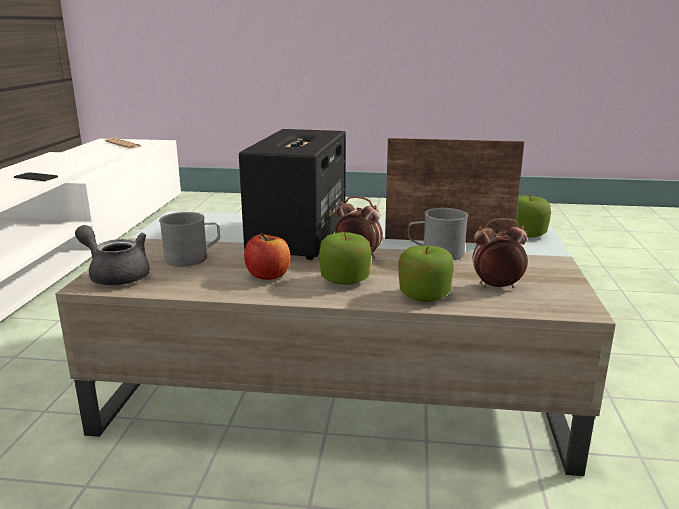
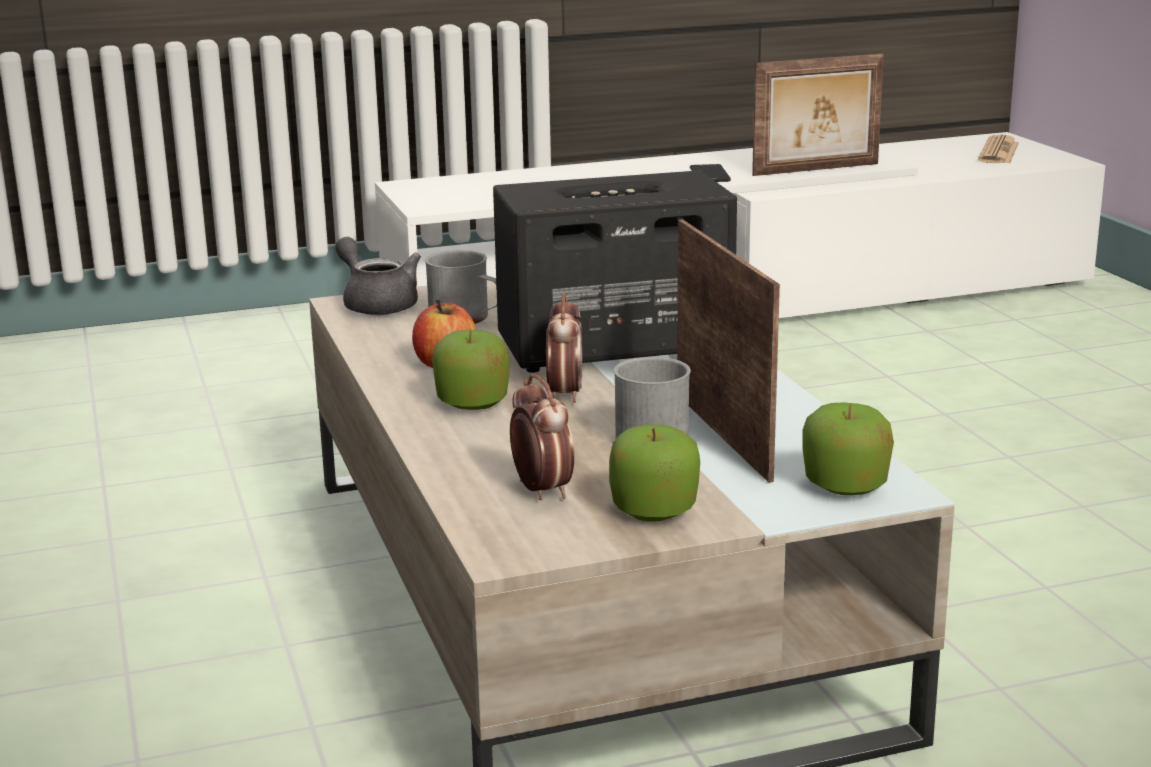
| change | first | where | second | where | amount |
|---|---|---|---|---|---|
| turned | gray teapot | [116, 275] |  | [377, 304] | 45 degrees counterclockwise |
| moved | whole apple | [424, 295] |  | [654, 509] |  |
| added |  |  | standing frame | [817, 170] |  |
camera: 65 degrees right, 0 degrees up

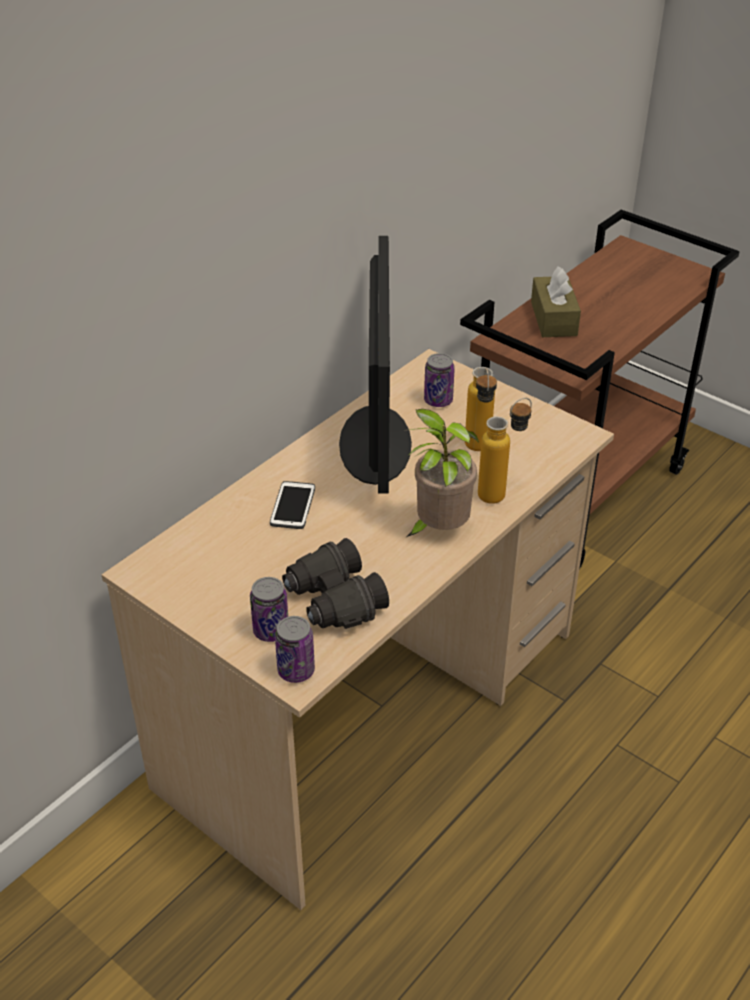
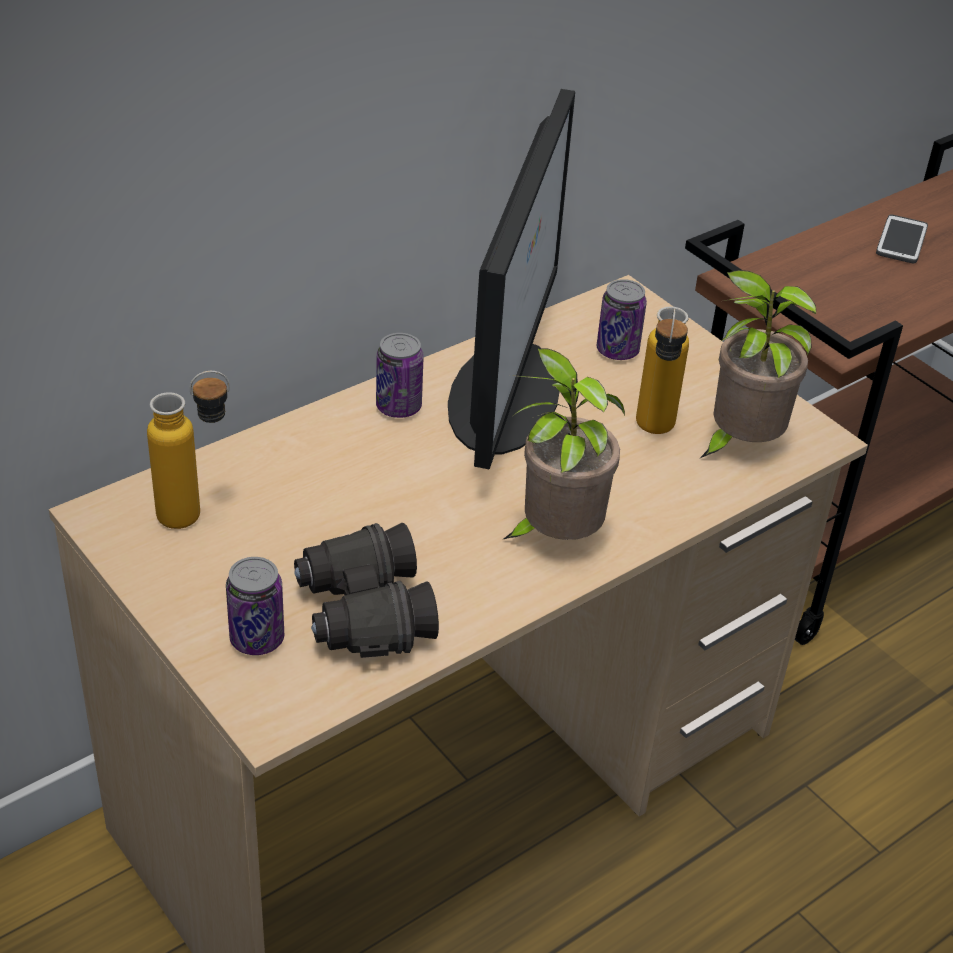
| change | first | where | second | where | amount |
|---|---|---|---|---|---|
| removed | brown tissue box | [553, 318] |  |  |  |
| moved | bottle | [501, 492] |  | [197, 514] |  |
| moved | handset | [293, 506] |  | [901, 241] |  |
| moved | sealed can | [296, 671] |  | [398, 407] |  |
| added |  |  | plant in a pot | [739, 445] |  |
camera: 10 degrees right, 0 degrees up

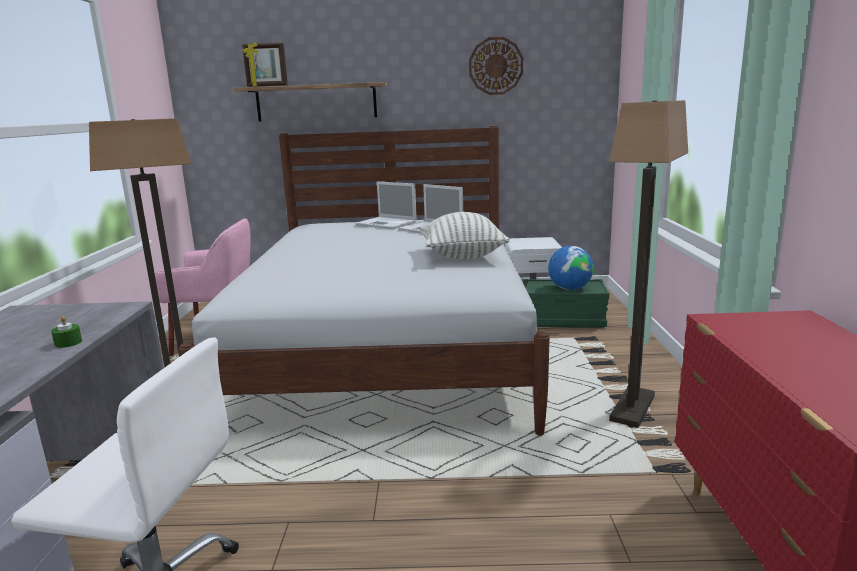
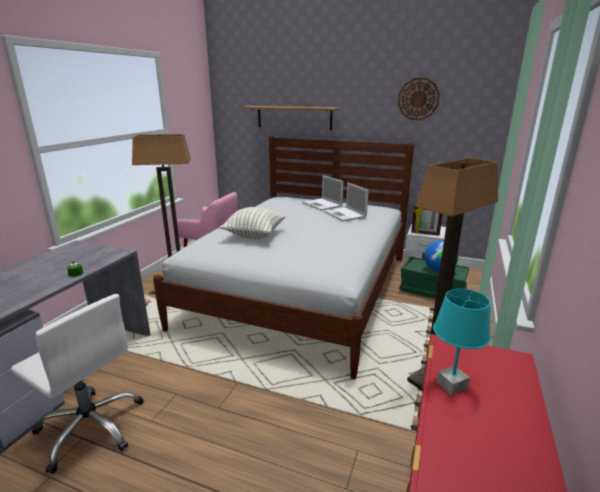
| change | first | where | second | where | amount |
|---|---|---|---|---|---|
| moved | standing frame | [267, 86] |  | [425, 233] |  |
| moved | throw pillow | [462, 256] |  | [254, 235] |  |
| added |  |  | turquoise-coloured lamp for a table | [452, 385] |  |
camera: 20 degrees right, 5 degrees up

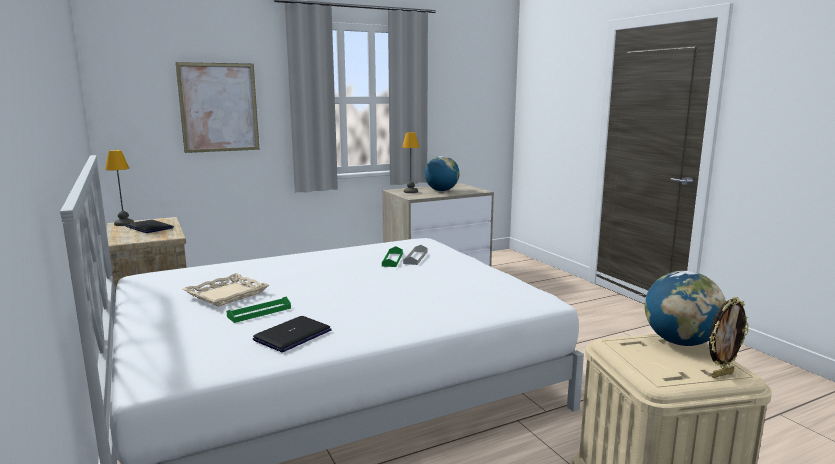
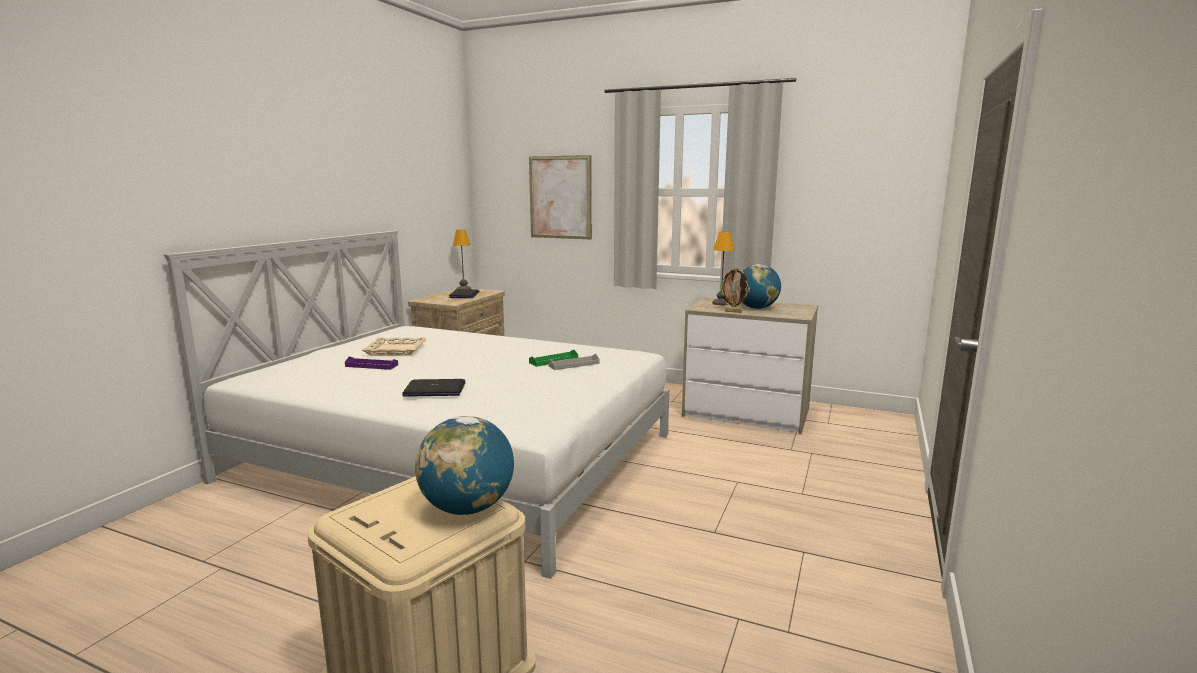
| change | first | where | second | where | amount |
|---|---|---|---|---|---|
| recoloured | greenish serving tray | [259, 312] | purple serving tray | [371, 366] |  |
| moved | standing frame | [721, 374] |  | [733, 312] |  |
| moved | laptop | [292, 335] |  | [434, 390] |  |
camera: 50 degrees right, 0 degrees up

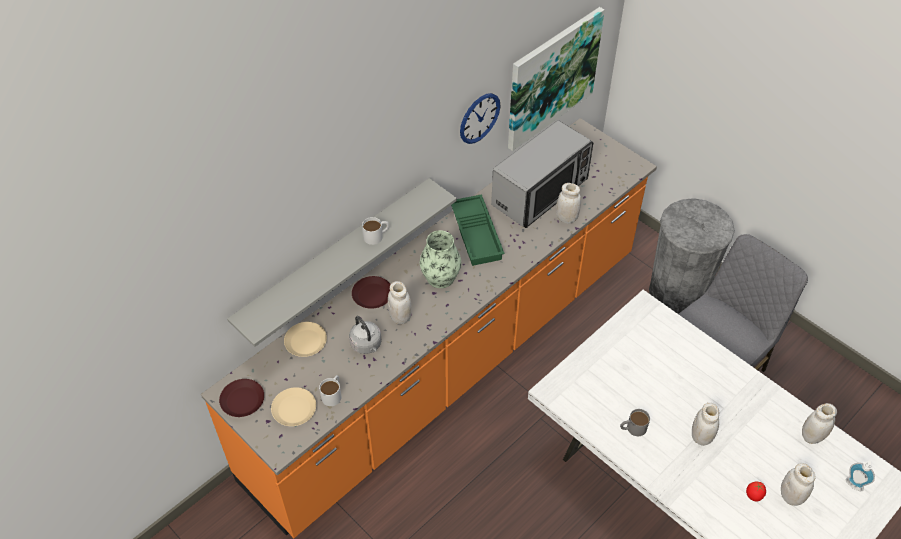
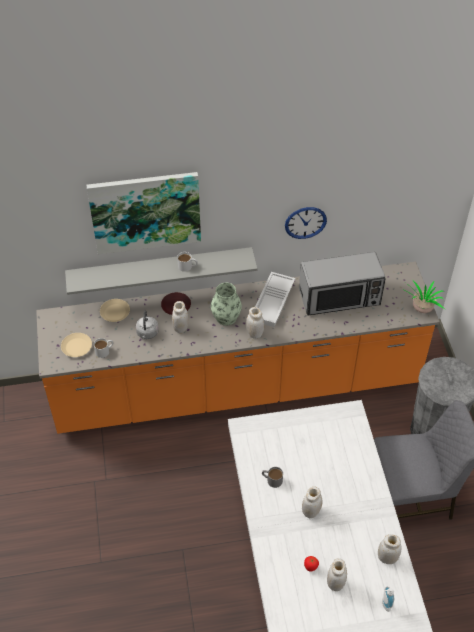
| change | first | where | second | where | amount |
|---|---|---|---|---|---|
| moved | wall art | [552, 77] |  | [145, 211] |  |
| moved | whitish jar | [566, 218] |  | [254, 333] |  |
| recoloured | greenish serving tray | [477, 234] | whitish serving tray | [273, 303] |  |
| removed | brown plate | [242, 401] |  |  |  |
| added |  |  | plant in a pot | [421, 310] |  |
camera: 35 degrees right, 0 degrees up

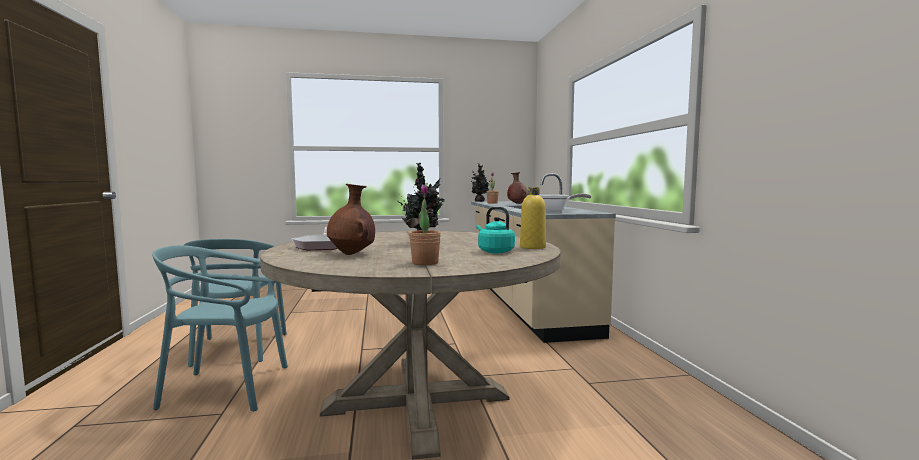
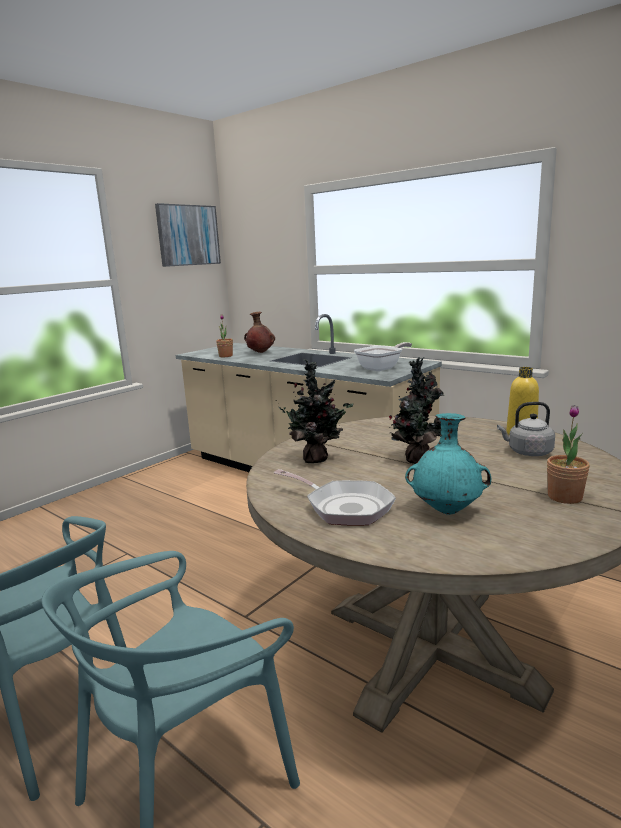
| change | first | where | second | where | amount |
|---|---|---|---|---|---|
| moved | plant in a pot | [480, 201] |  | [317, 459] |  |
| recoloured | brown vase | [352, 254] | turquoise-coloured vase | [447, 510] |  |
| recoloured | turquoise-coloured tea kettle | [494, 251] | gray tea kettle | [527, 452] |  |
| added |  |  | wall art | [188, 235] |  |
camera: 40 degrees left, 10 degrees up

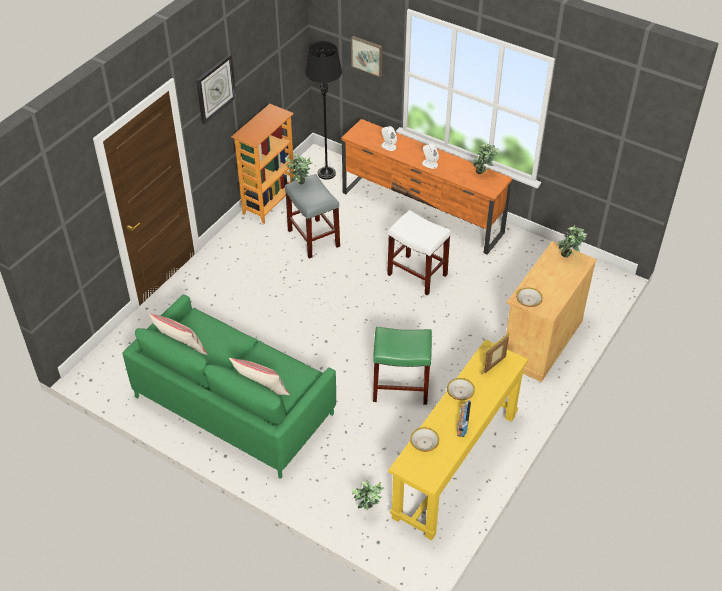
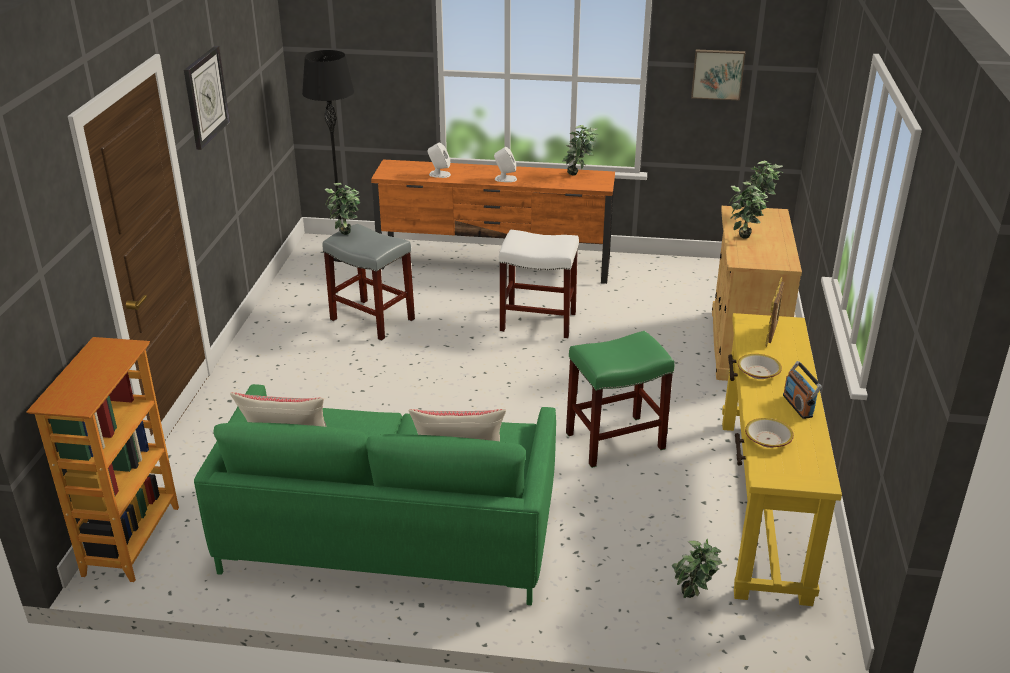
| change | first | where | second | where | amount |
|---|---|---|---|---|---|
| moved | wall art | [367, 55] |  | [717, 74] |  |
| moved | bookcase | [268, 203] |  | [130, 540] |  |
| removed | bowl | [528, 300] |  |  |  |
| added |  |  | plant in a pot | [744, 240] |  |
camera: 25 degrees left, 15 degrees down

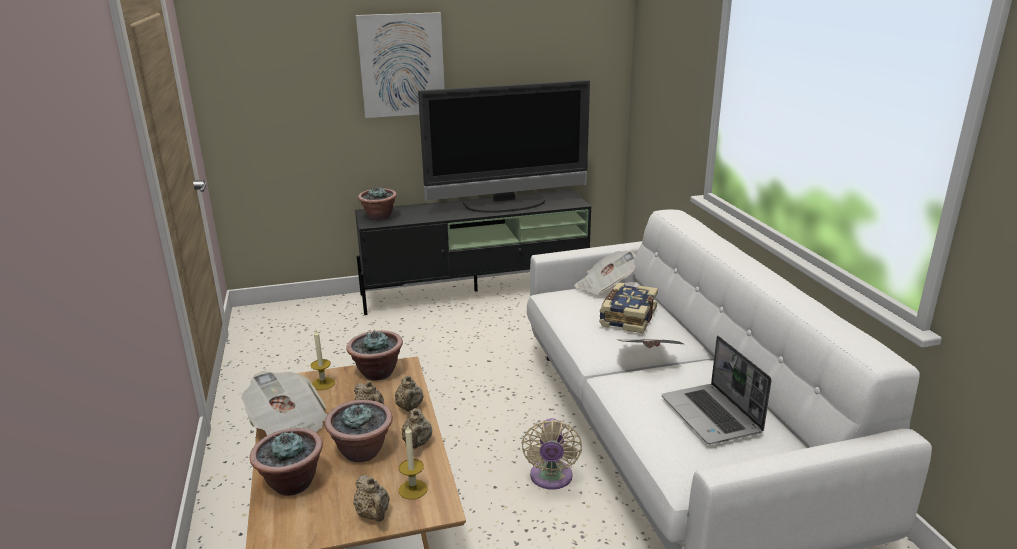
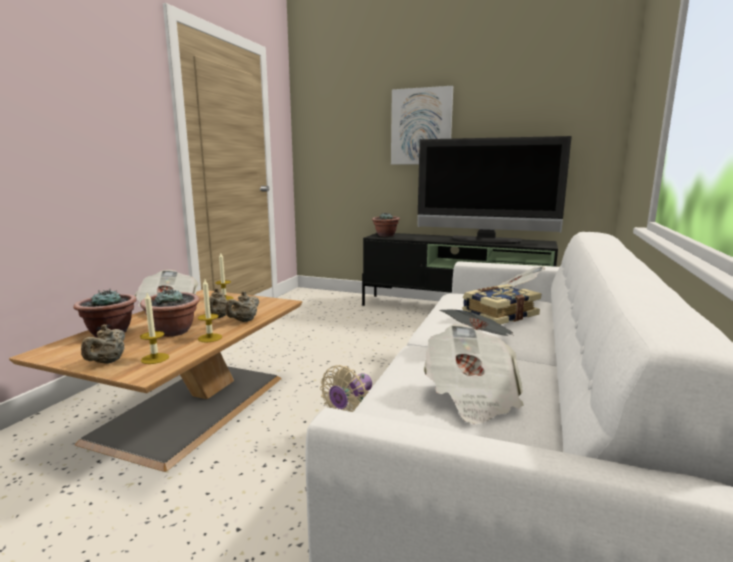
| change | first | where | second | where | amount |
|---|---|---|---|---|---|
| removed | plant in a pot | [377, 373] |  |  |  |
| replaced | laptop | [712, 416] | newspaper | [471, 396] |  |
| replaced | sand-coloured teapot | [417, 443] | wax candle | [210, 338] |  |
camera: 35 degrees right, 10 degrees down

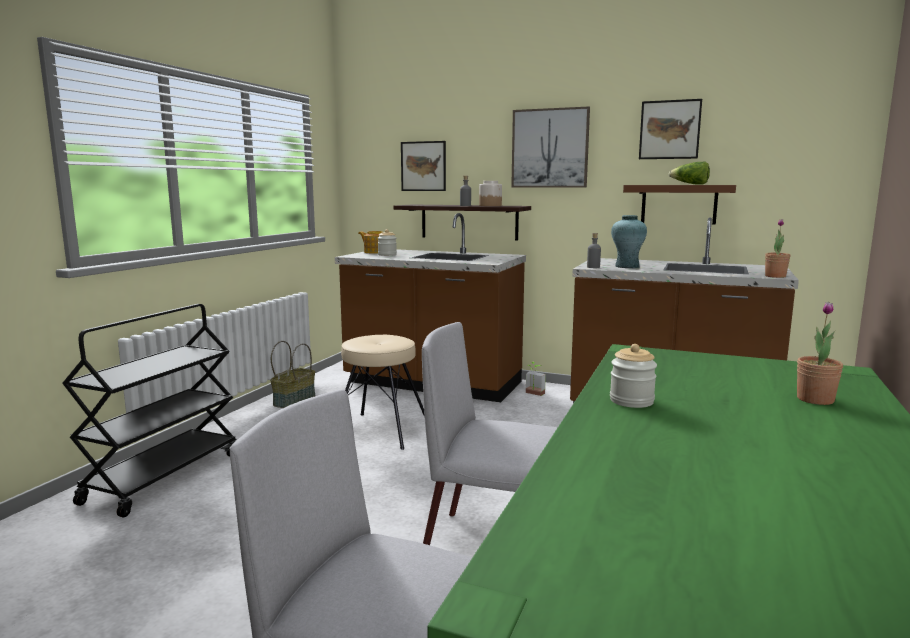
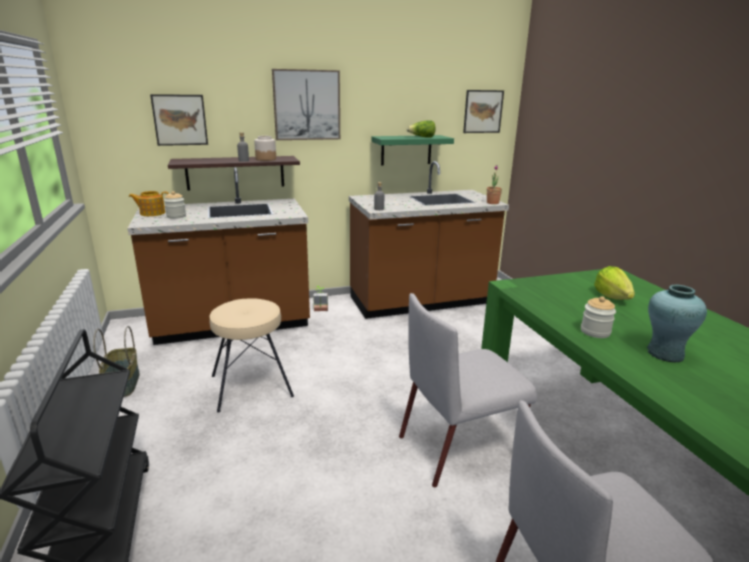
| change | first | where | second | where | amount |
|---|---|---|---|---|---|
| moved | wall art | [669, 129] |  | [483, 111] |  |
| recoloured | brown bracket shelf | [678, 204] | greenish bracket shelf | [406, 150] |  |
| moved | turquoise-coloured vase | [627, 266] |  | [665, 354] |  |
| removed | plant in a pot | [815, 399] |  |  |  |
| added |  |  | head of lettuce | [612, 297] |  |
camera: 40 degrees left, 10 degrees up

